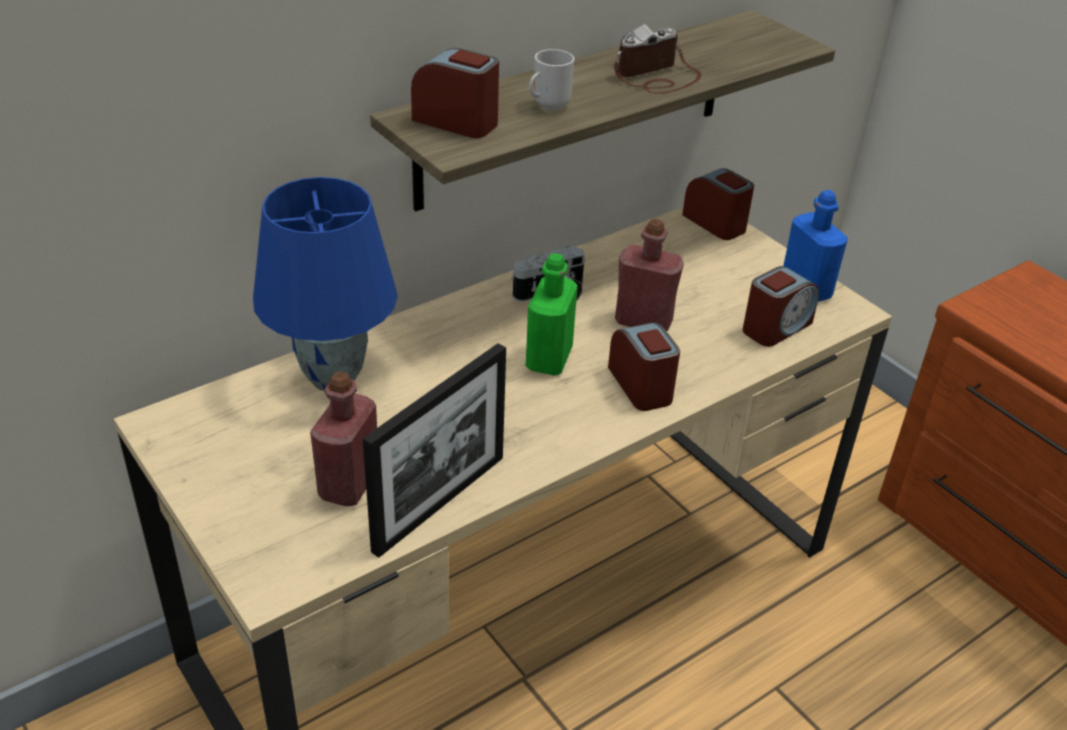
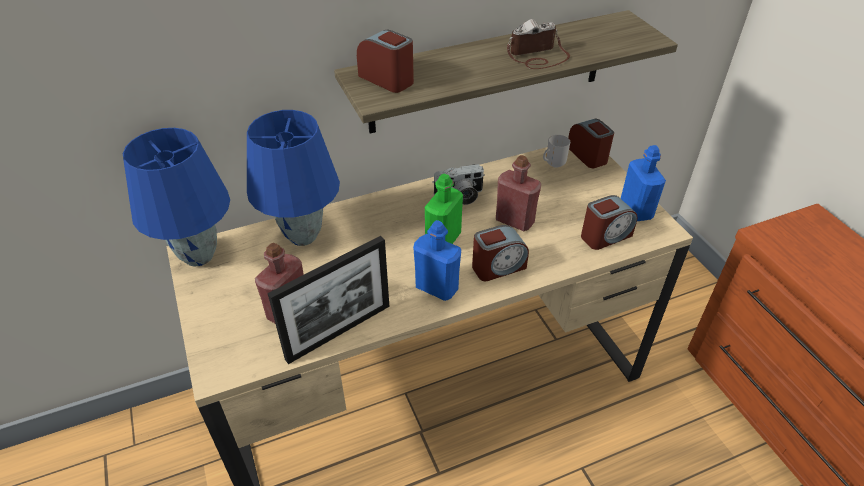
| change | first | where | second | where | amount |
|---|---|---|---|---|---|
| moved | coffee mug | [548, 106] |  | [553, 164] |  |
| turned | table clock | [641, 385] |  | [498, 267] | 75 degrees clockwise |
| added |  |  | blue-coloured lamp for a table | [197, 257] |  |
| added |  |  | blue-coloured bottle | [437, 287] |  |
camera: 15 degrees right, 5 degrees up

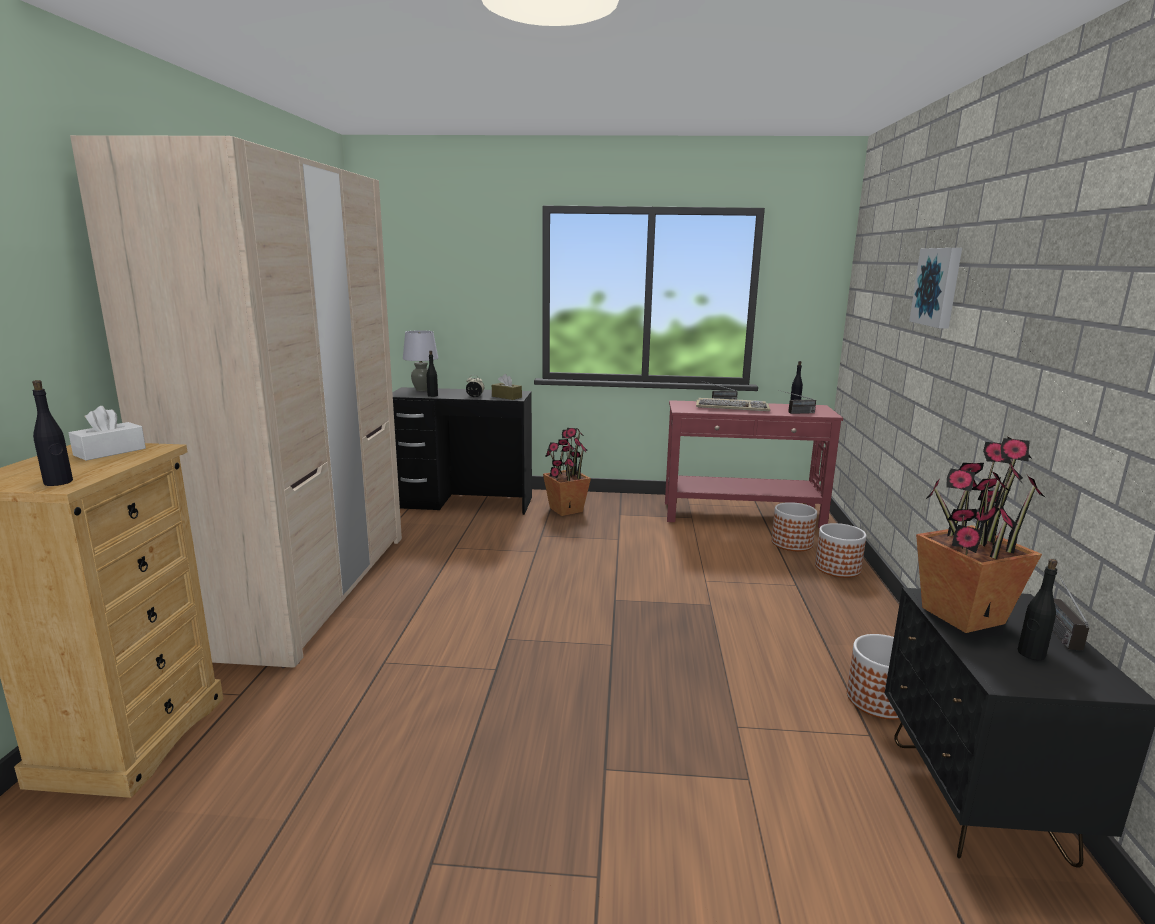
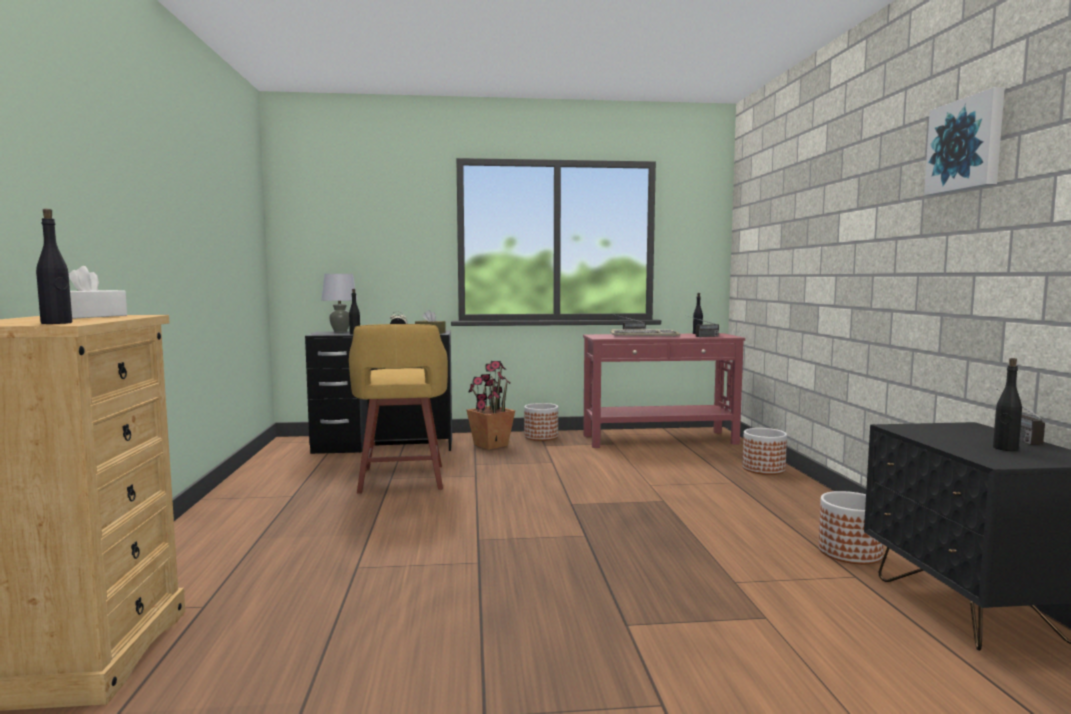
| change | first | where | second | where | amount |
|---|---|---|---|---|---|
| removed | sand-coloured wardrobe | [305, 589] |  |  |  |
| moved | wall art | [938, 287] |  | [966, 145] |  |
| removed | plant in a pot | [961, 615] |  |  |  |
| moved | planter | [791, 543] |  | [541, 437] |  |
| added |  |  | yellow-coloured sitting stool | [401, 480] |  |
camera: 10 degrees left, 10 degrees down

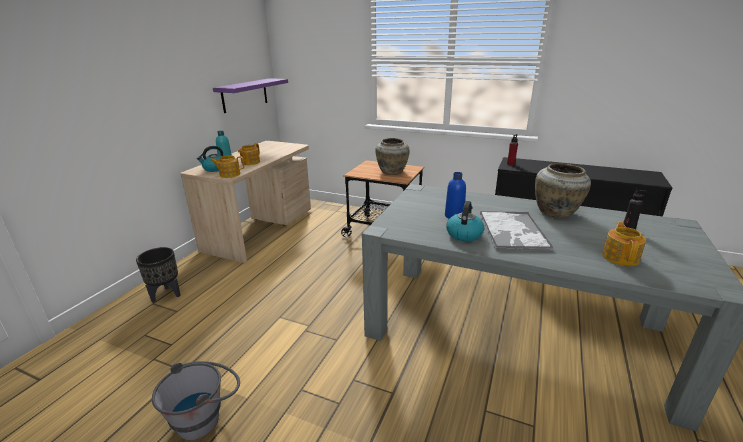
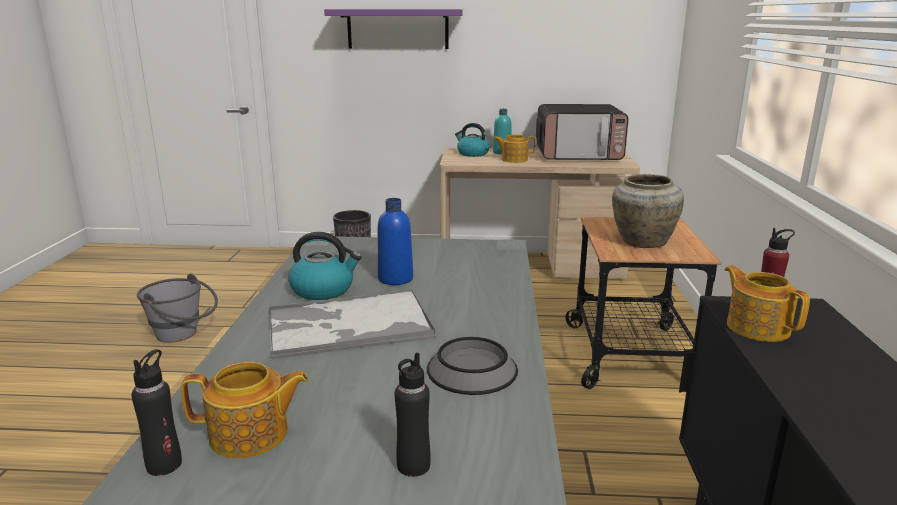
| change | first | where | second | where | amount |
|---|---|---|---|---|---|
| moved | purple bracket shelf | [245, 95] |  | [397, 29] |  |
| moved | teapot | [229, 174] |  | [757, 327] |  |
| replaced | sand-coloured vase | [556, 213] | bowl | [471, 369] |  |
| added |  |  | microwave oven | [578, 155] |  |
| added |  |  | blackish bottle | [164, 464] |  |
camera: 70 degrees right, 5 degrees down

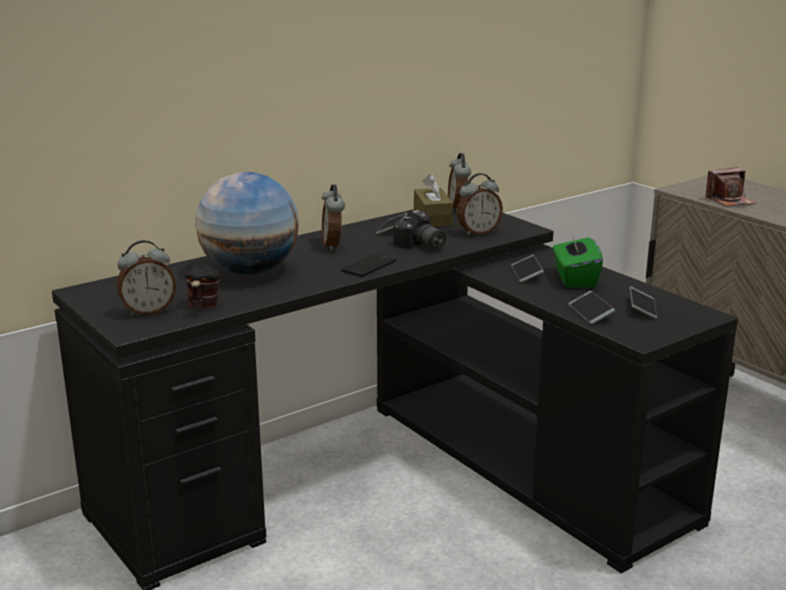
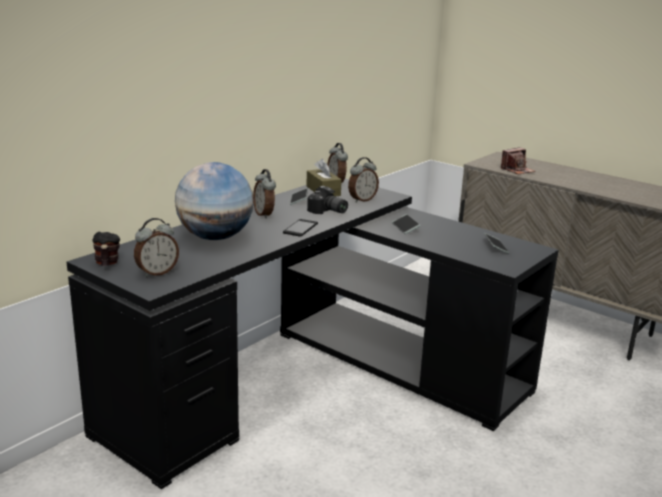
| change | first | where | second | where | amount |
|---|---|---|---|---|---|
| removed | greenish tissue box | [575, 279] |  |  |  |
| moved | coffee mug | [202, 307] |  | [107, 264] |  |
| removed | handset | [590, 313] |  |  |  |
camera: 15 degrees left, 0 degrees up

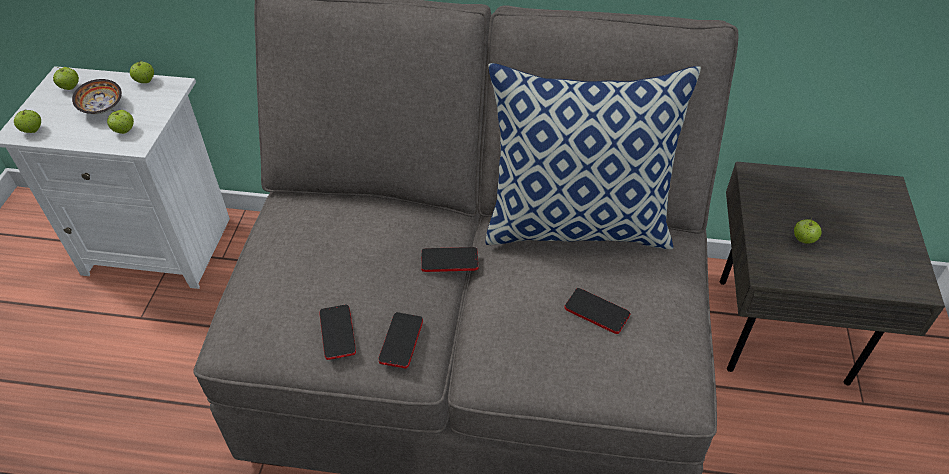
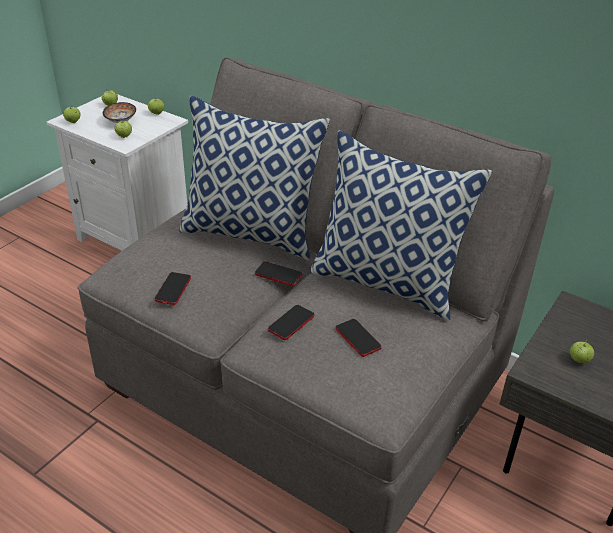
| change | first | where | second | where | amount |
|---|---|---|---|---|---|
| moved | handset | [401, 340] |  | [291, 323] |  |
| added |  |  | throw pillow | [251, 233] |  |
camera: 25 degrees right, 10 degrees down

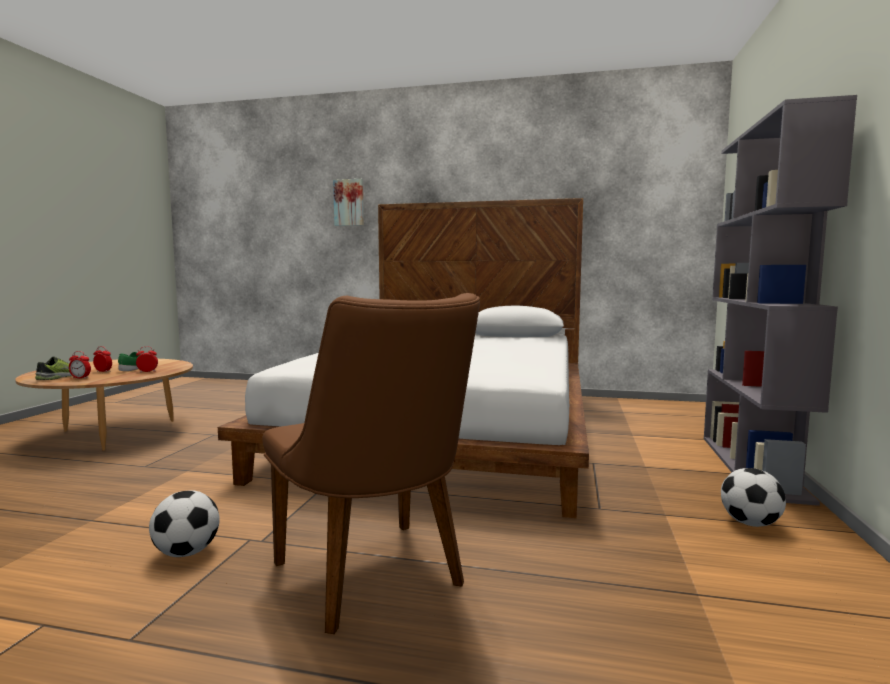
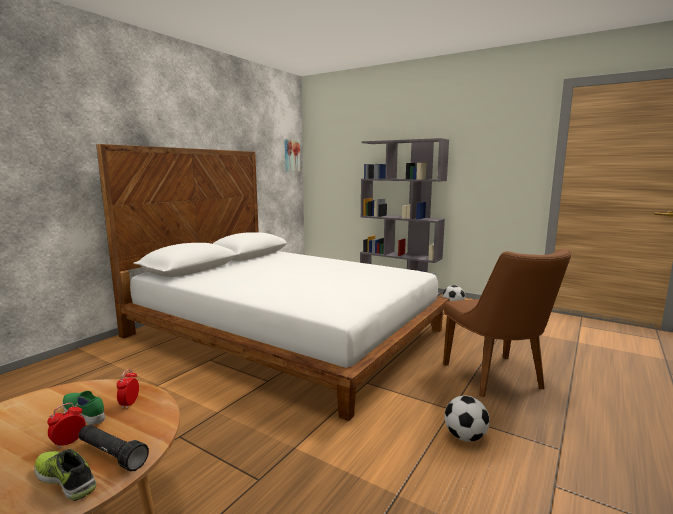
| change | first | where | second | where | amount |
|---|---|---|---|---|---|
| moved | wall art | [349, 202] |  | [291, 155] |  |
| turned | brown plain chair | [377, 581] |  | [498, 379] | 90 degrees clockwise |
| replaced | table clock | [80, 378] | blackish flashlight | [112, 455] |  |
camera: 70 degrees left, 5 degrees up

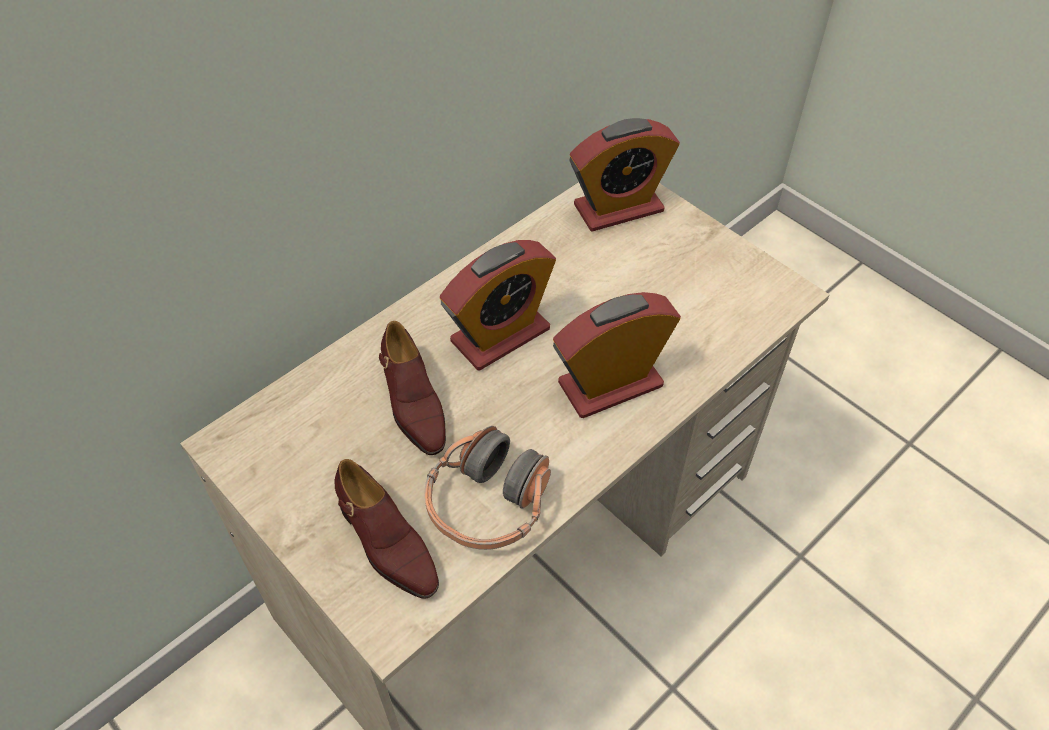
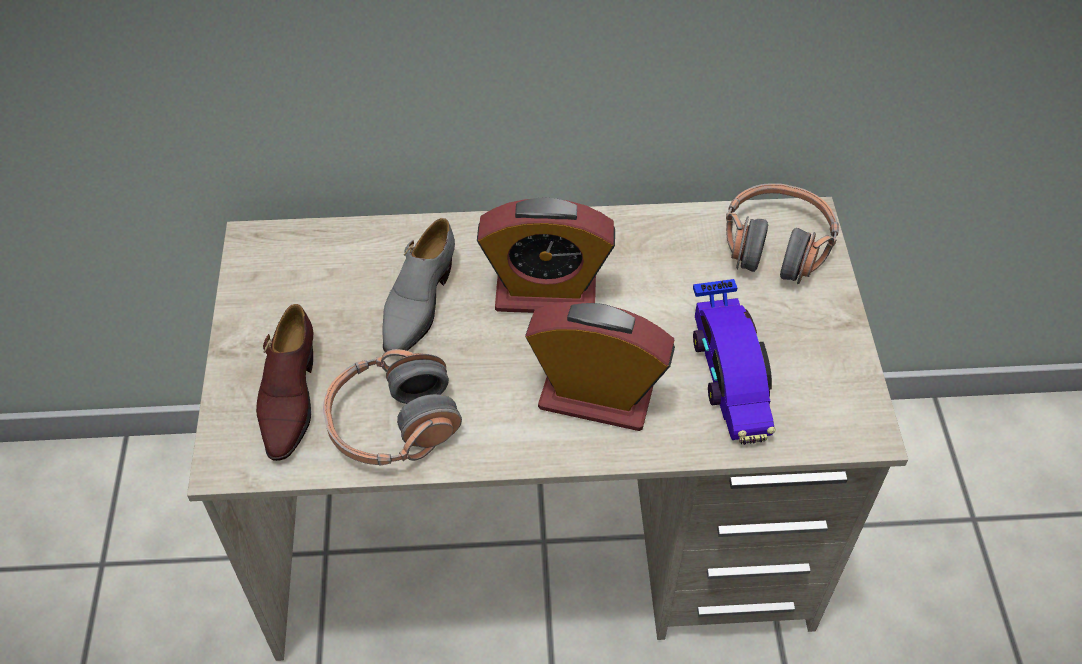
| change | first | where | second | where | amount |
|---|---|---|---|---|---|
| replaced | table clock | [618, 208] | headset | [776, 246] |  |
| recoloured | brown shoe | [413, 403] | gray shoe | [417, 303] |  |
| added |  |  | toy car | [730, 374] |  |
camera: 40 degrees right, 0 degrees up

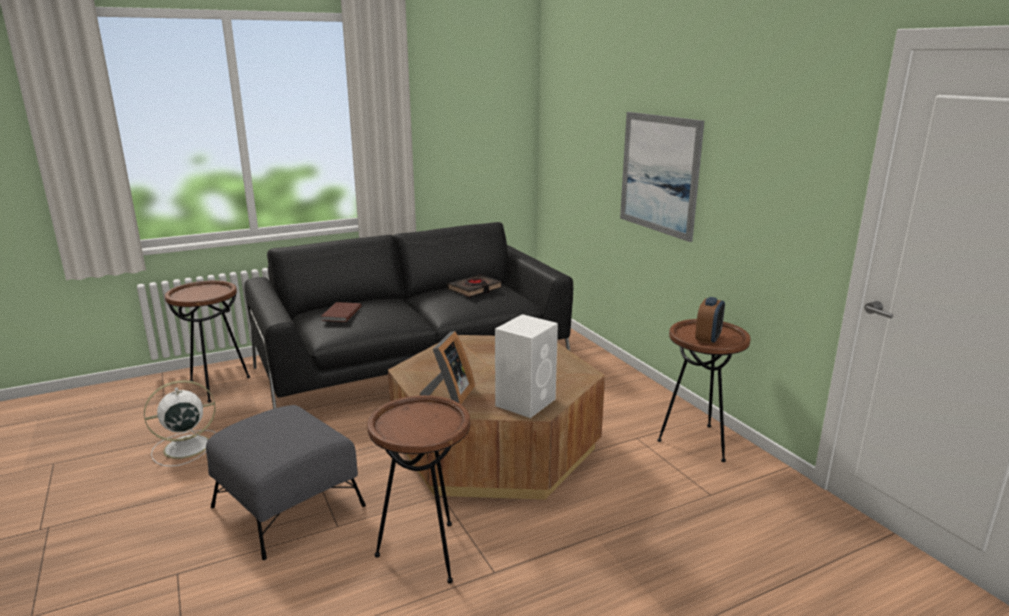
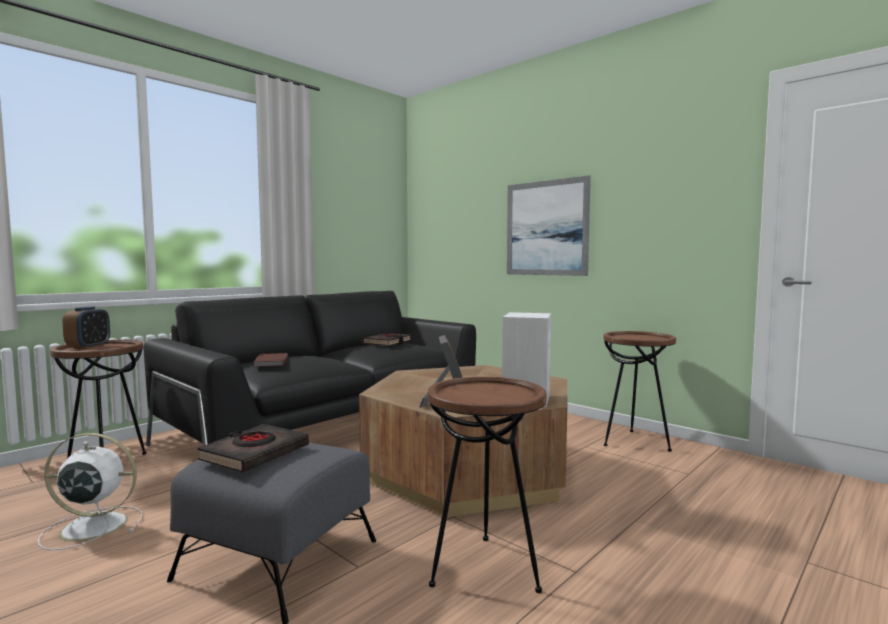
| change | first | where | second | where | amount |
|---|---|---|---|---|---|
| moved | table clock | [708, 339] |  | [88, 347] |  |
| turned | whitish electric fan | [184, 447] |  | [91, 527] | 45 degrees clockwise |
| added |  |  | blackish book | [255, 454] |  |
camera: 20 degrees left, 15 degrees down

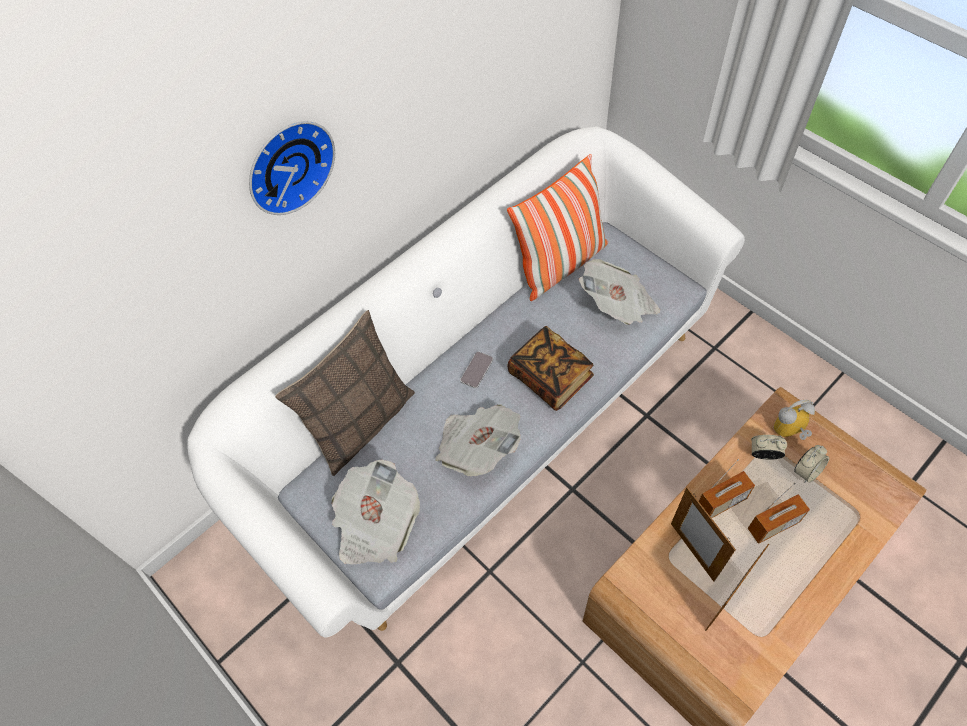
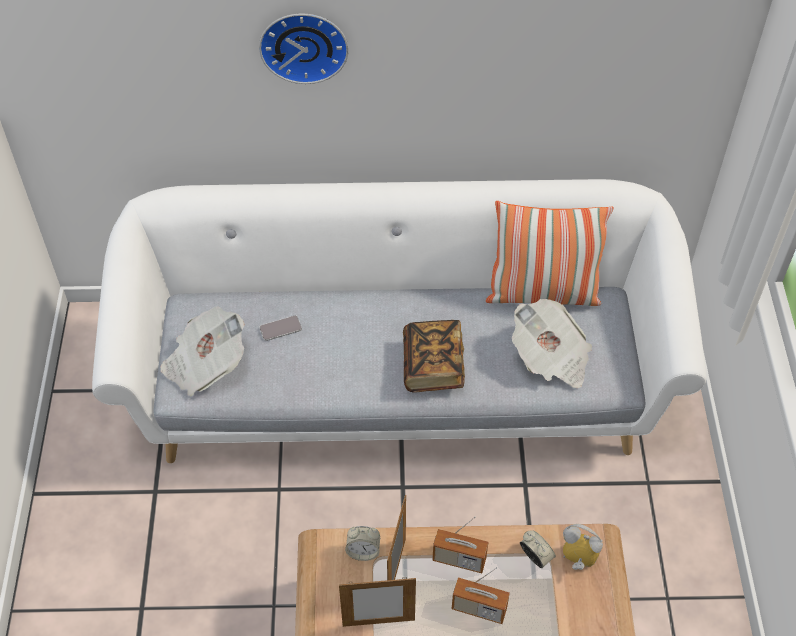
| change | first | where | second | where | amount |
|---|---|---|---|---|---|
| removed | throw pillow | [361, 422] |  |  |  |
| moved | handset | [476, 370] |  | [280, 328] |  |
| removed | newspaper | [477, 447] |  |  |  |
| moved | table clock | [806, 471] |  | [363, 551] |  |
camera: 40 degrees right, 5 degrees down

